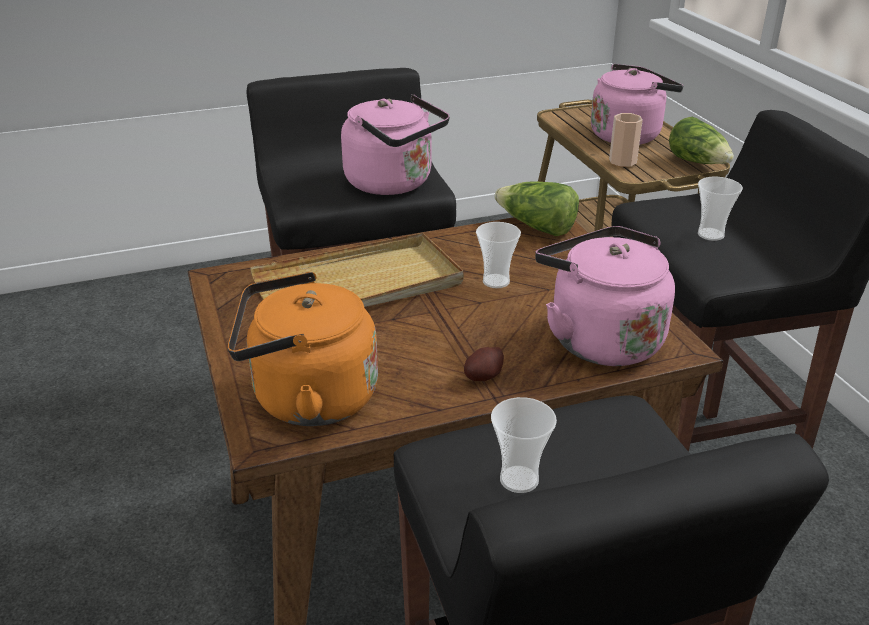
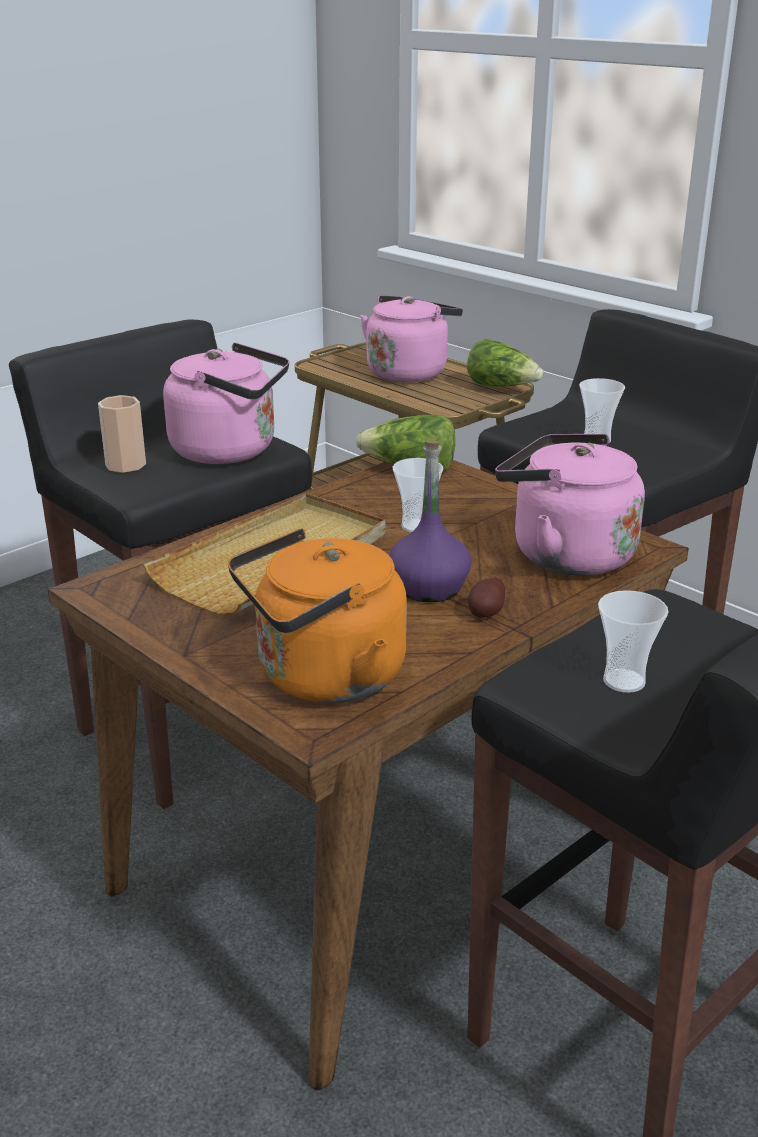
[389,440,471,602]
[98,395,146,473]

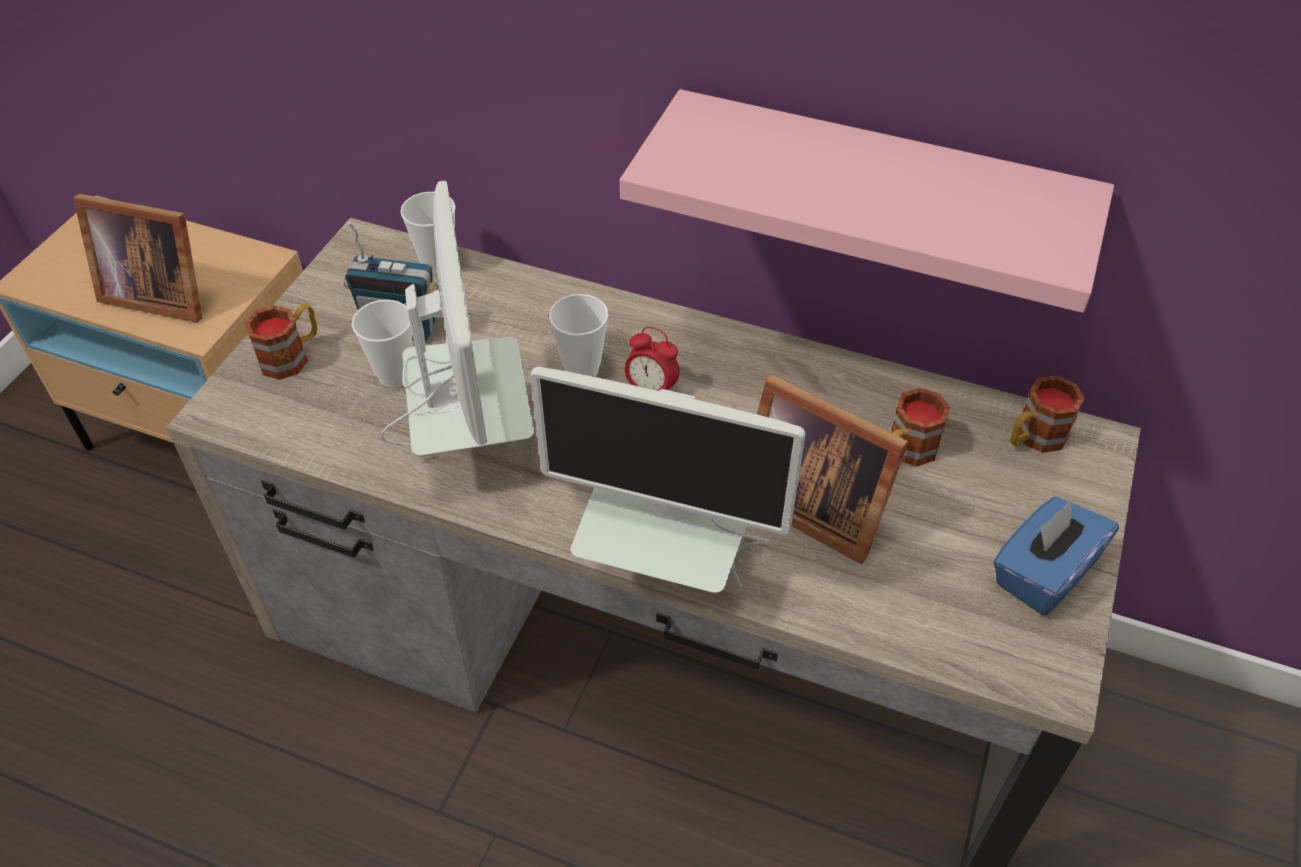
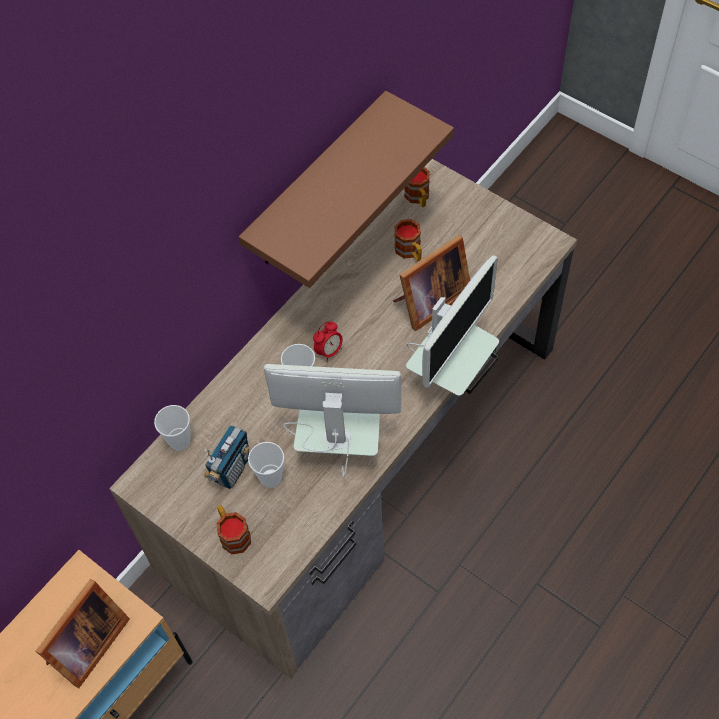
[993,497,1119,615] (first image)
[239,91,454,288]

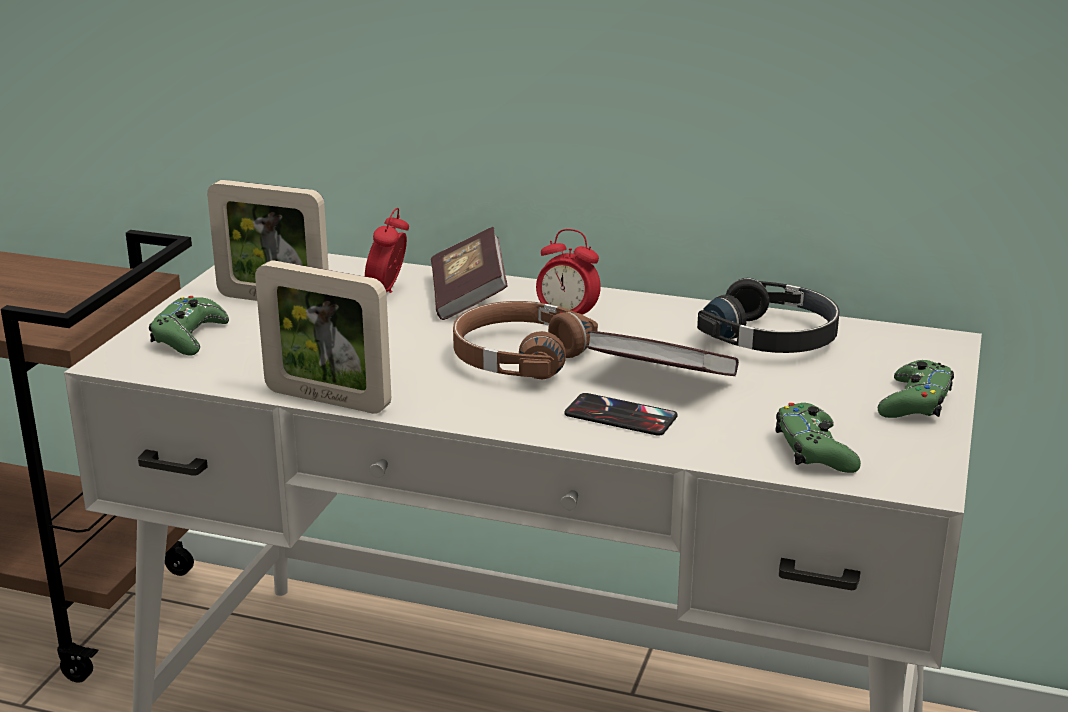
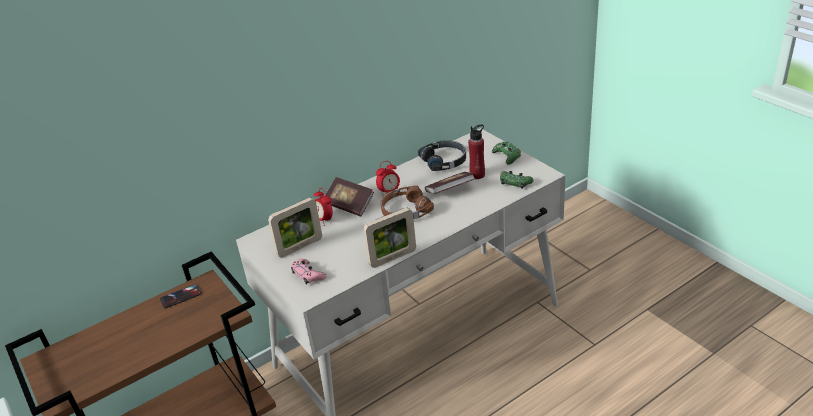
[468,125,485,179]
[160,284,201,308]
[291,259,326,285]

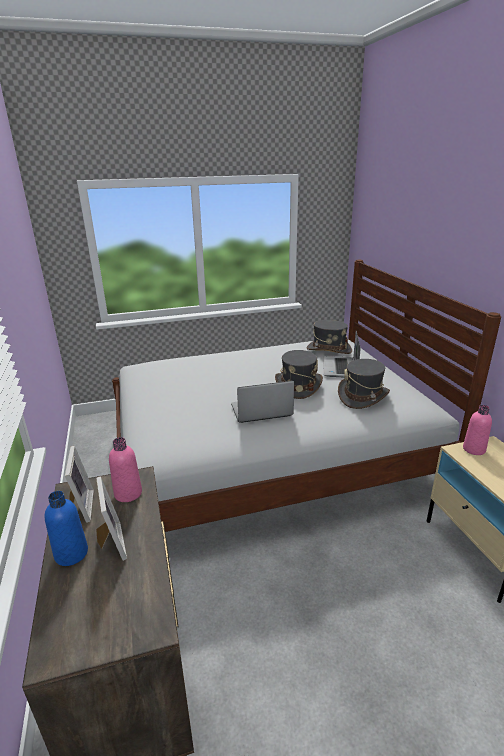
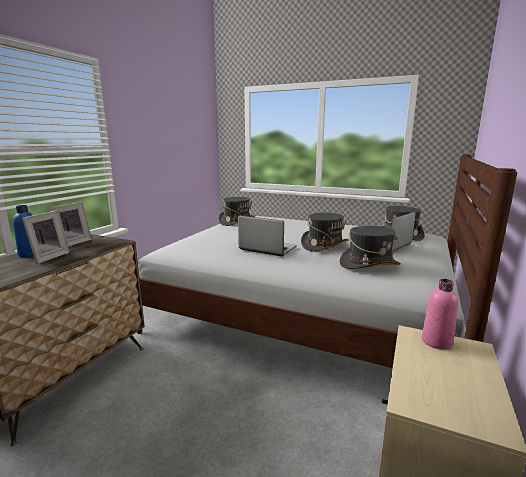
[109,437,142,502] (first image)
[218,197,255,226]

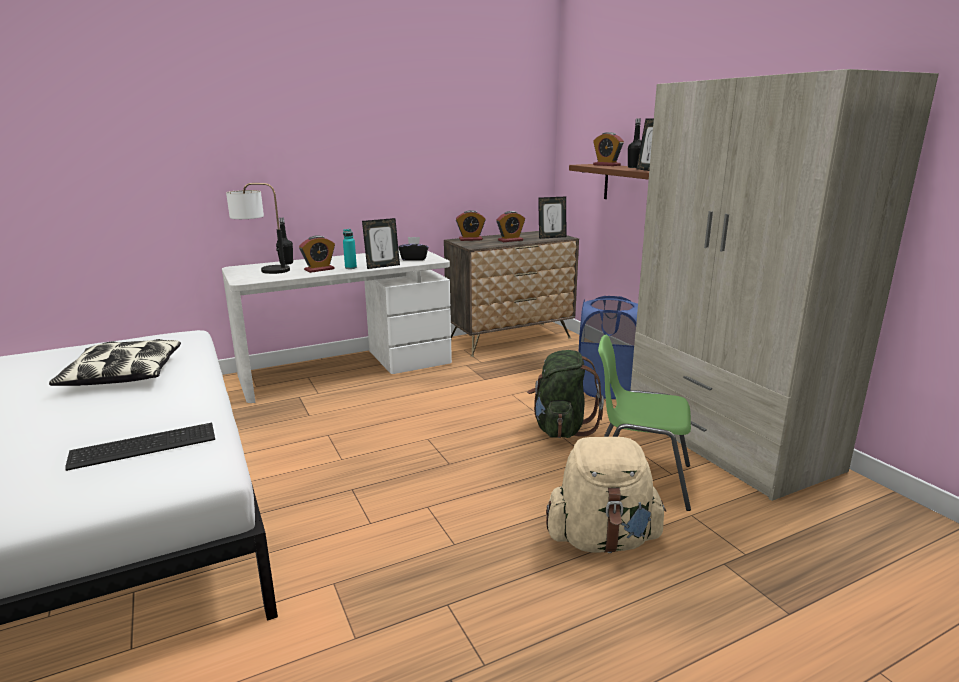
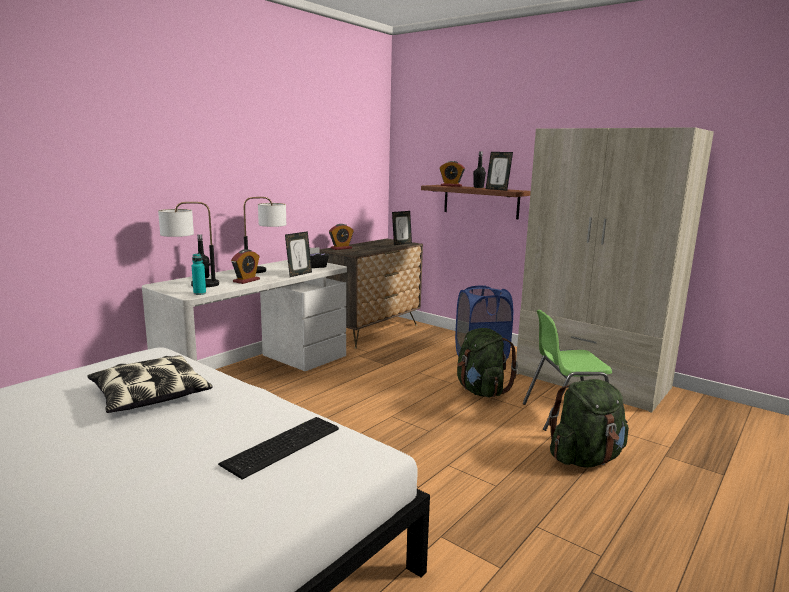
[496,211,525,242] (first image)
[244,197,286,273]
[192,253,206,295]
[549,379,629,468]

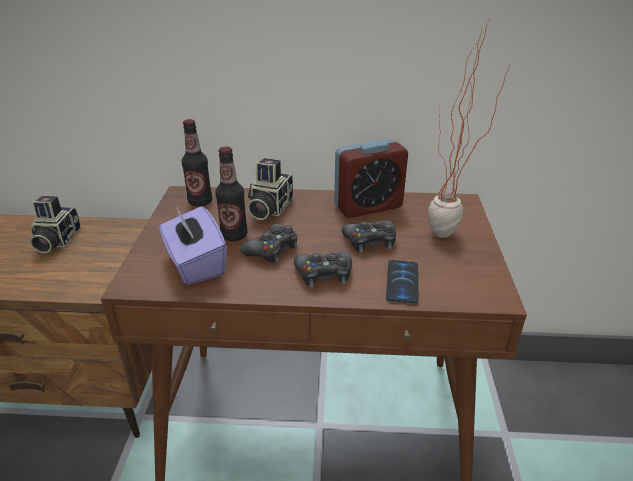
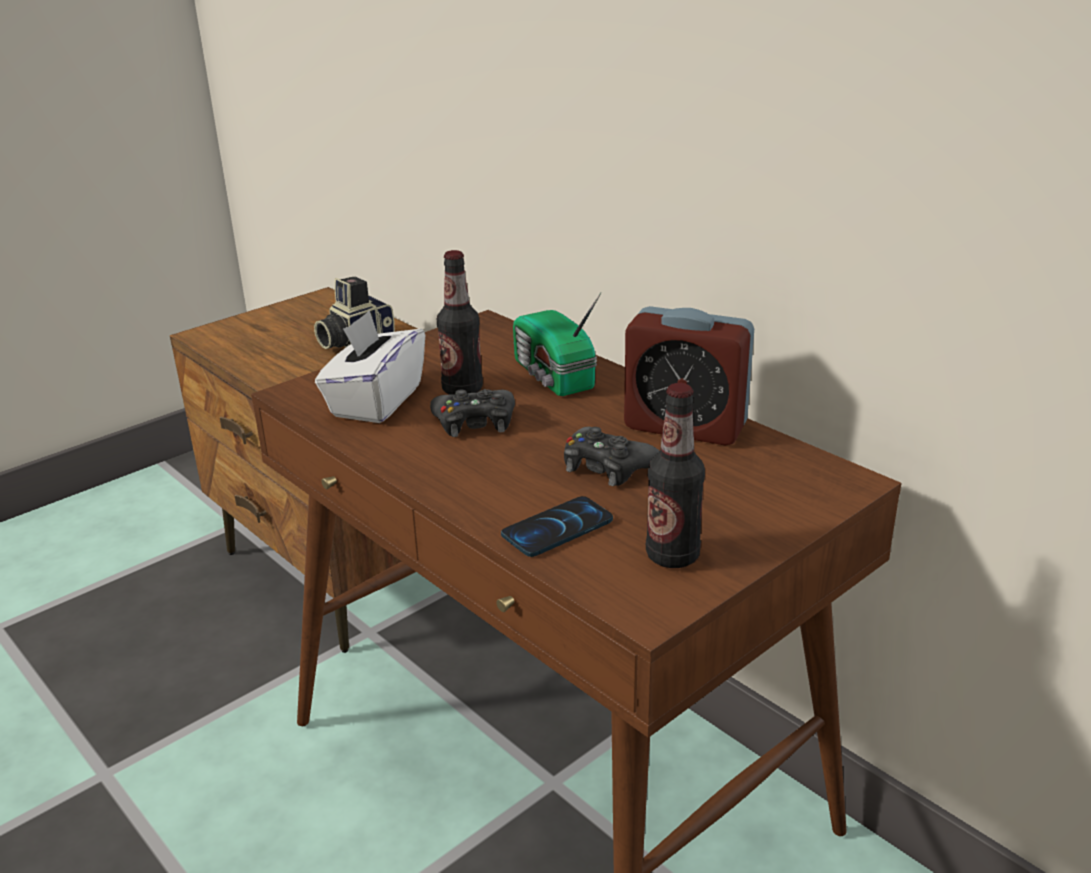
[294,251,352,287] (first image)
[428,18,510,238] (first image)
[646,383,705,568]
[513,293,601,396]
[315,310,425,423]

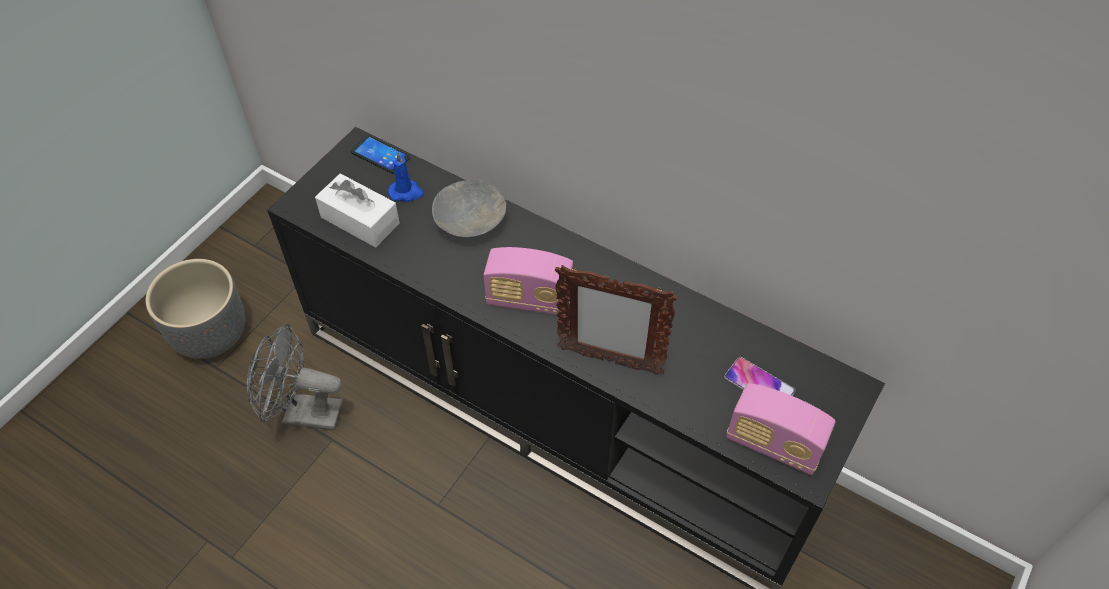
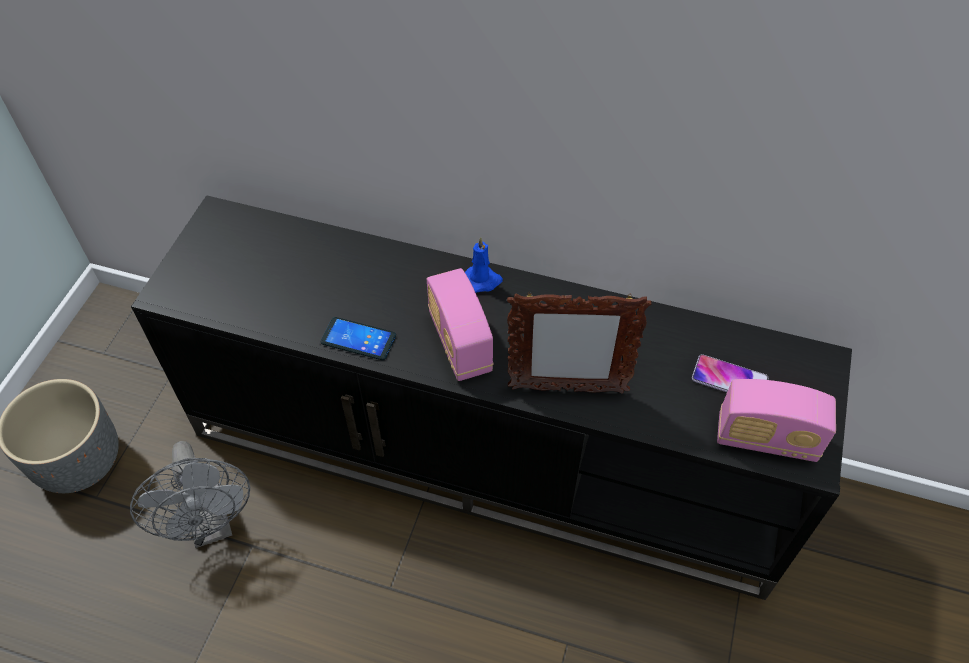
[315,174,400,247] (first image)
[432,180,506,238] (first image)
[321,317,396,360]
[465,237,503,293]
[130,441,250,548]
[427,268,494,381]

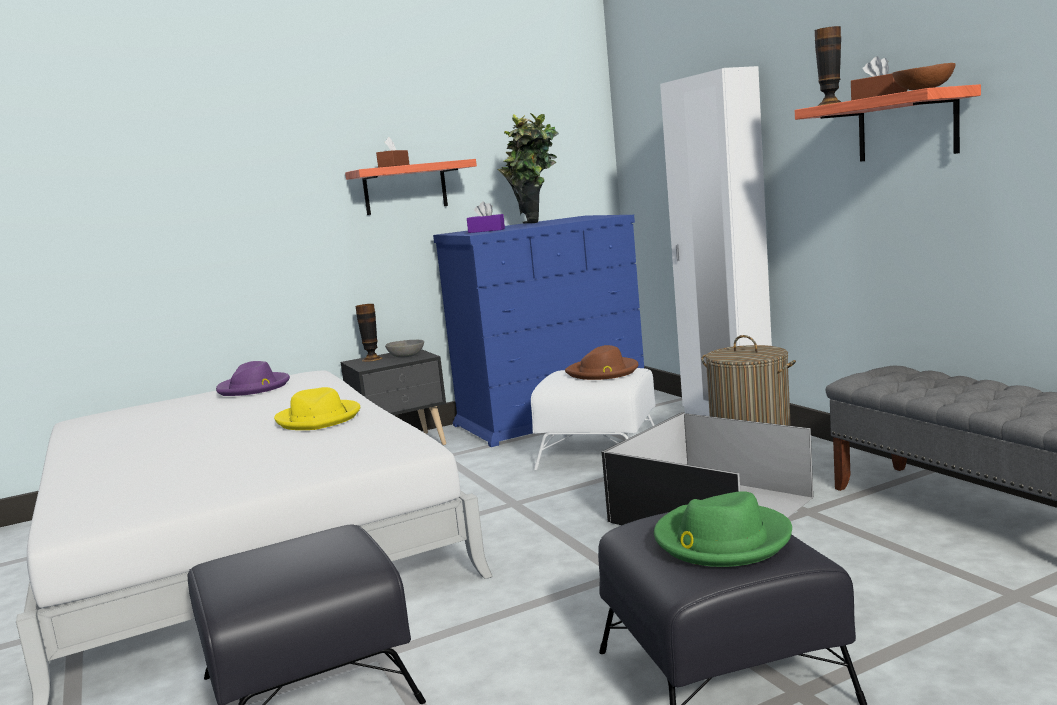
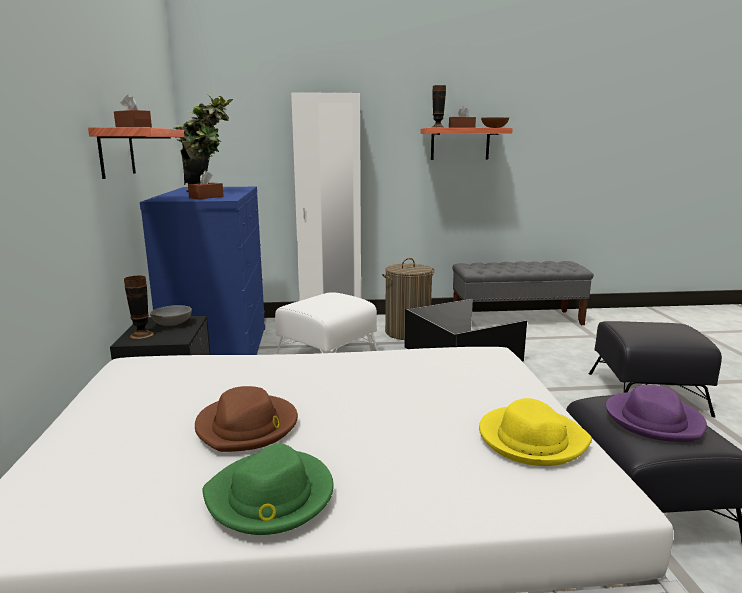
[606,385,707,442]
[479,398,592,466]
[195,386,298,452]
[202,444,334,535]
[188,171,224,199]

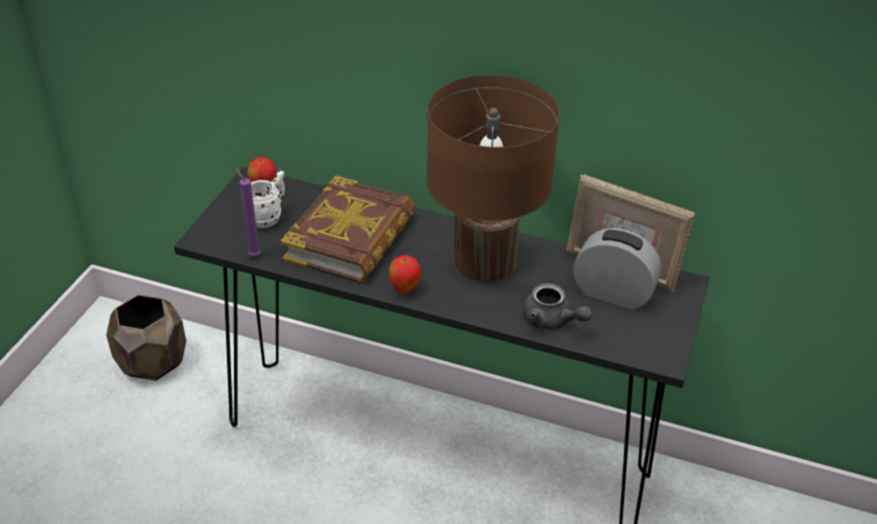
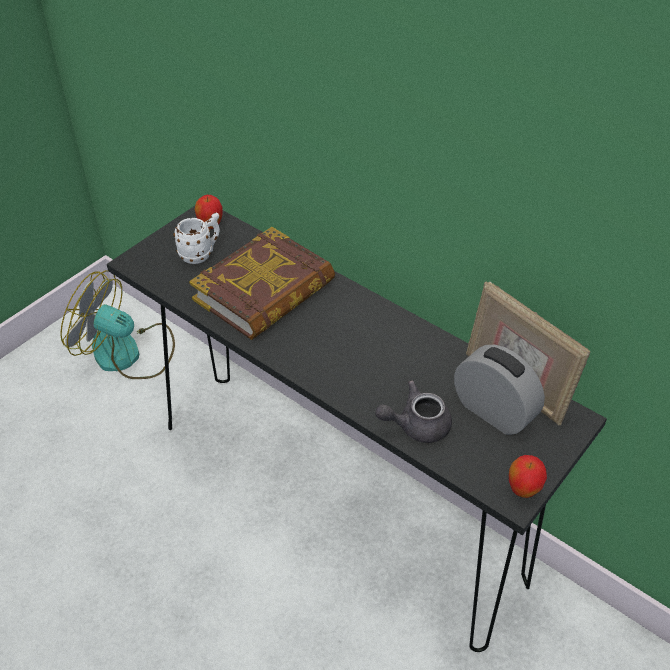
[235,168,261,256] (first image)
[427,75,560,283] (first image)
[509,455,547,498]
[60,270,175,379]
[375,380,452,443]

